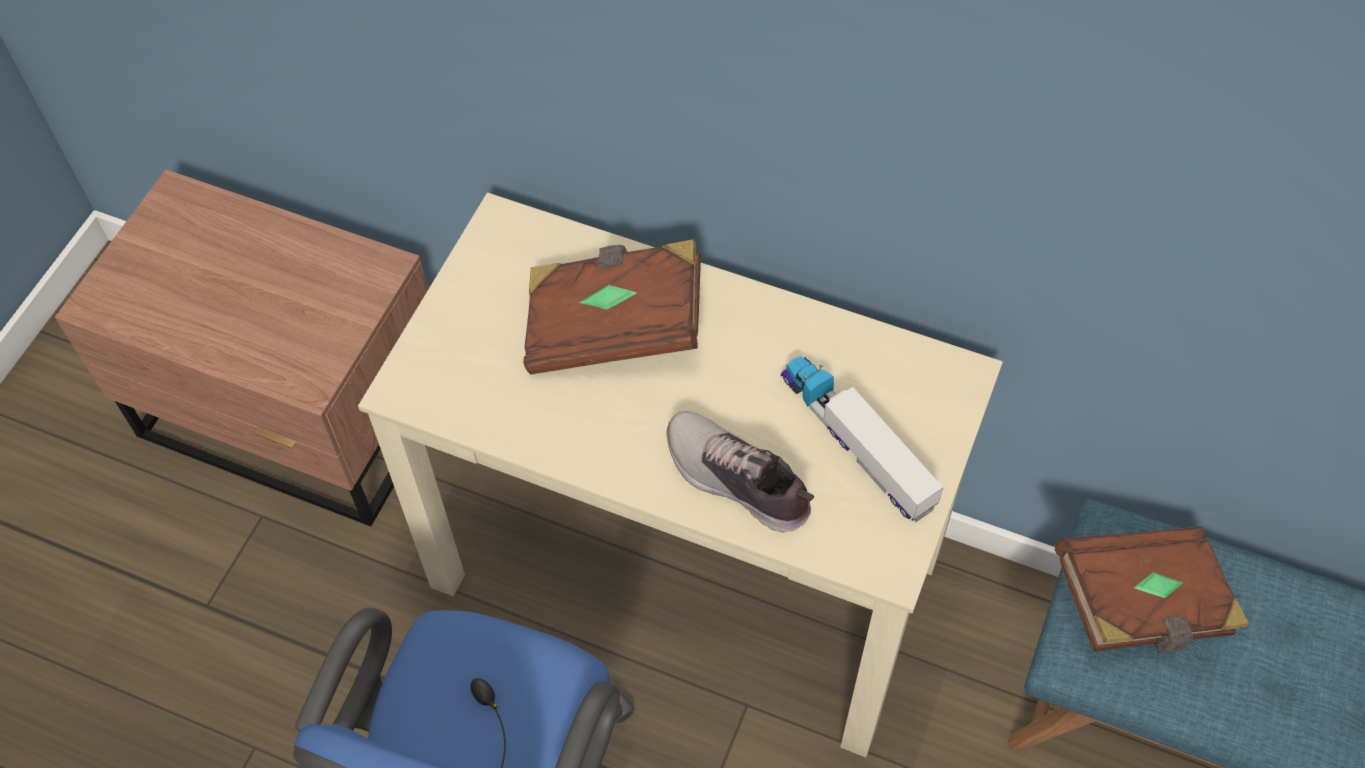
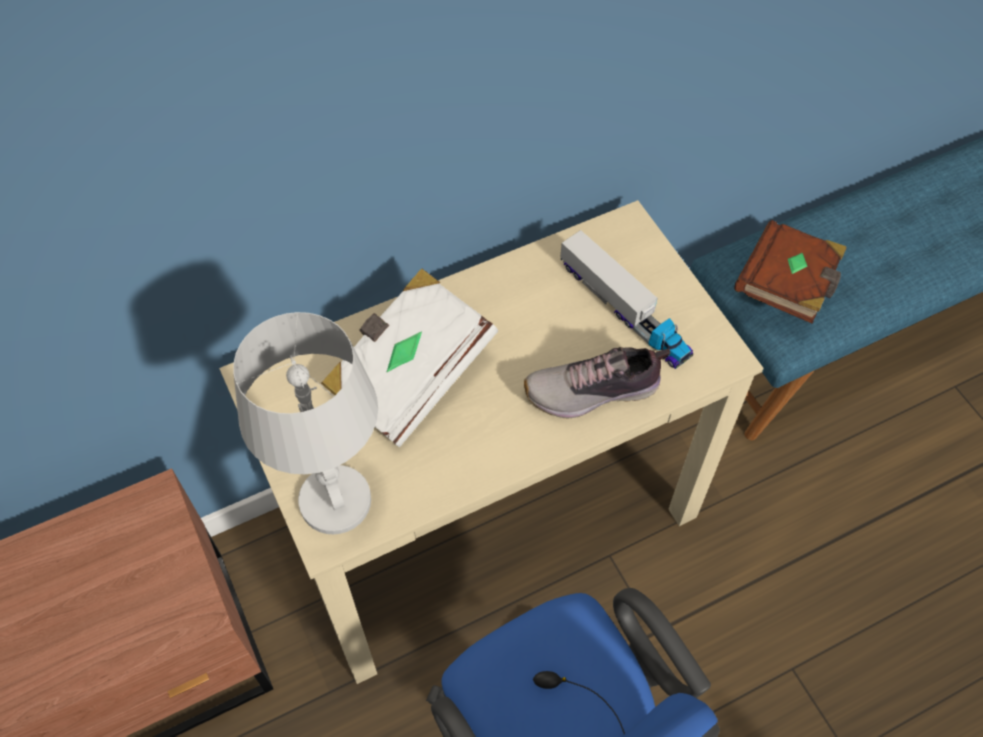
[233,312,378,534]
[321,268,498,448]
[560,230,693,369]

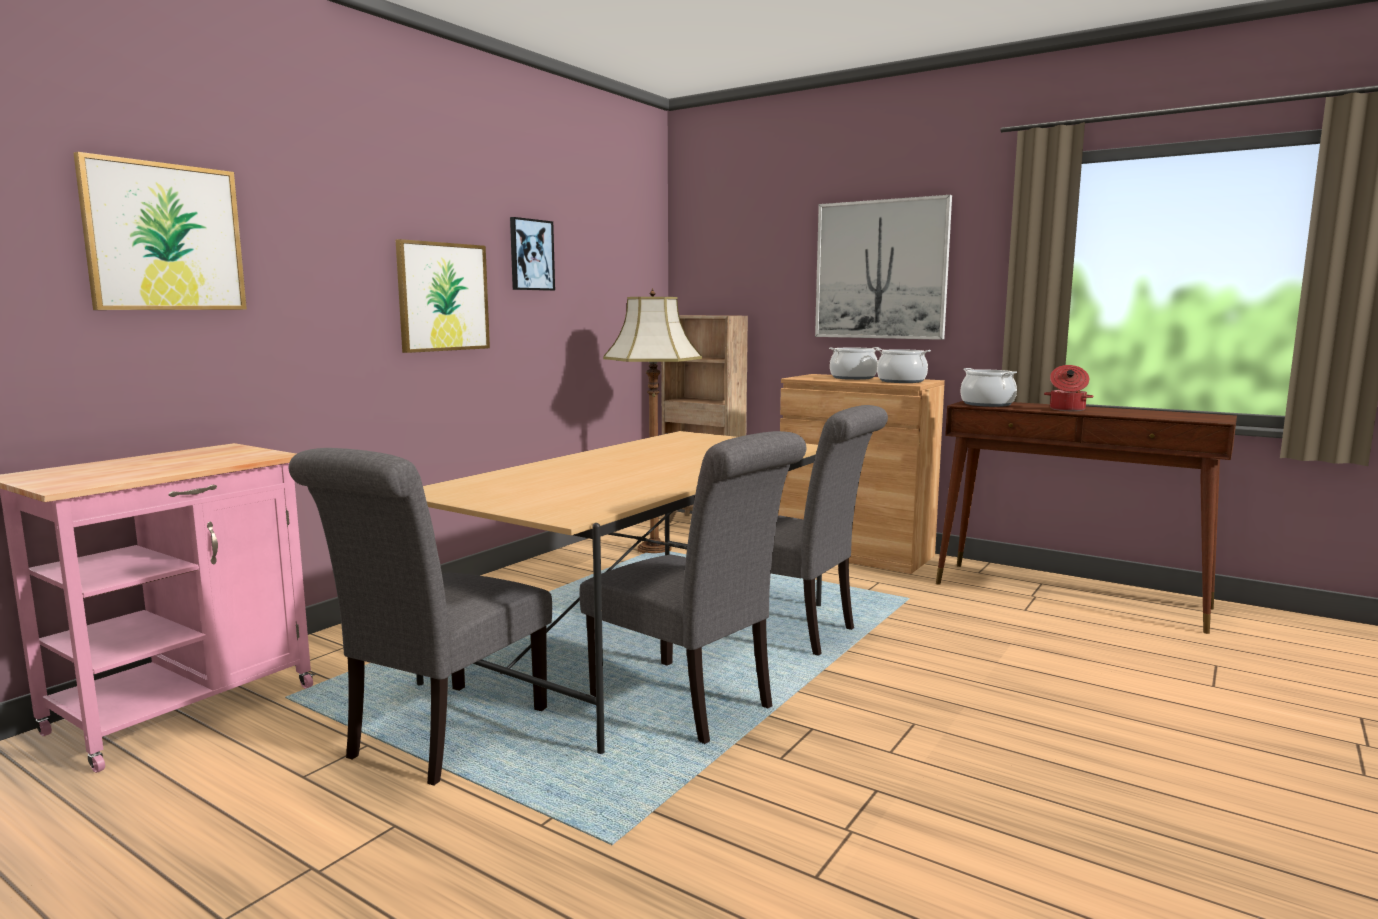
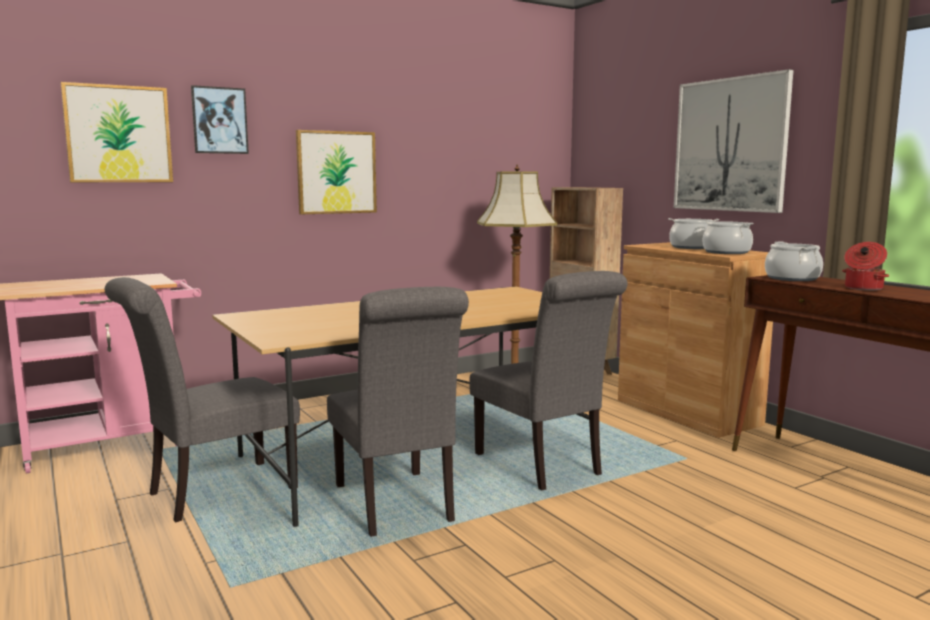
[191,85,249,154]

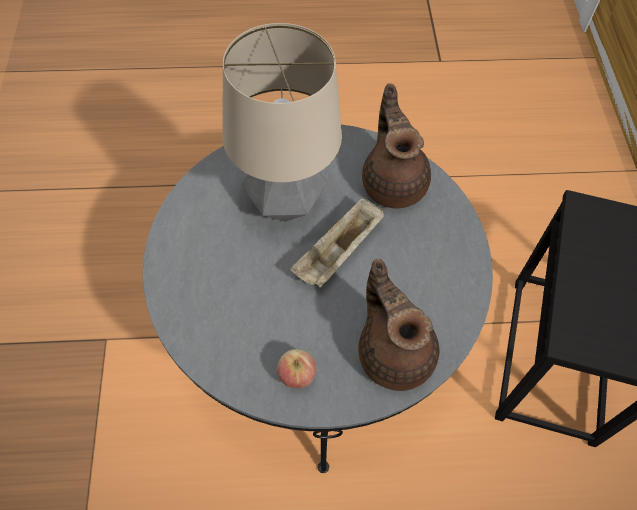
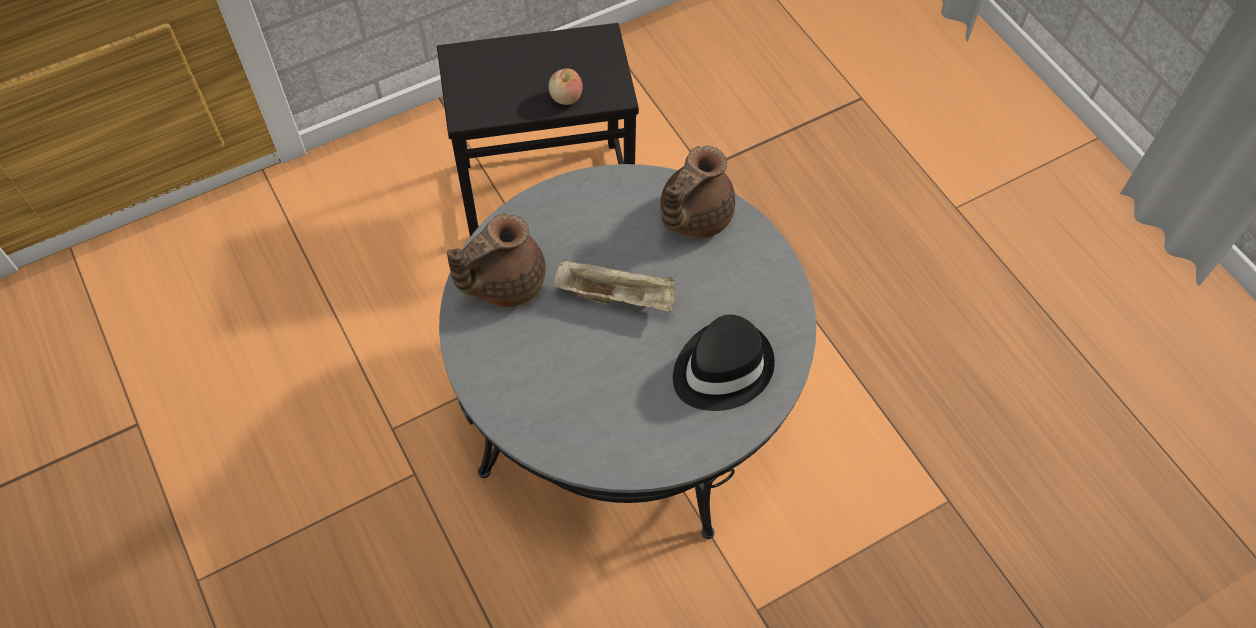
[222,23,342,222] (first image)
[673,315,775,411]
[549,68,583,105]

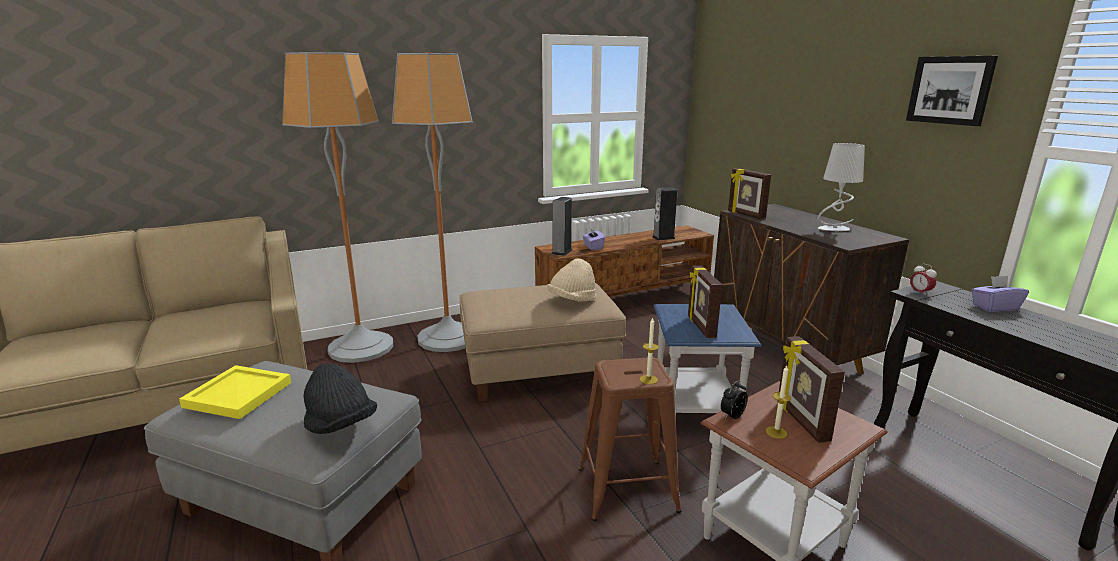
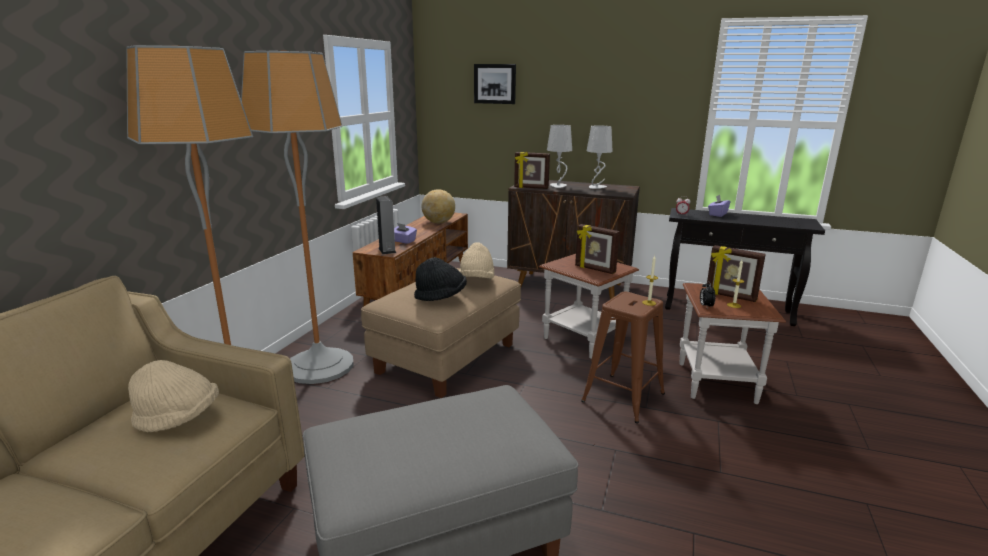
[179,365,291,419] (first image)
[128,360,219,432]
[547,125,572,188]
[414,257,467,301]
[474,64,516,104]
[422,189,455,223]
[539,254,639,359]

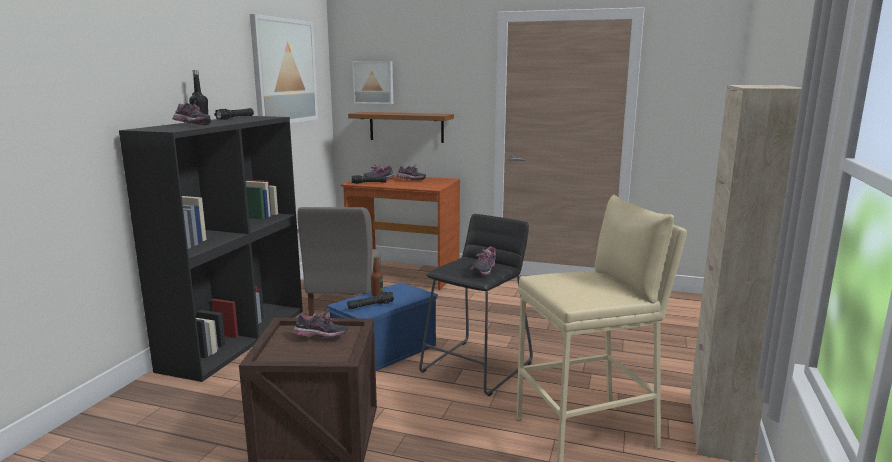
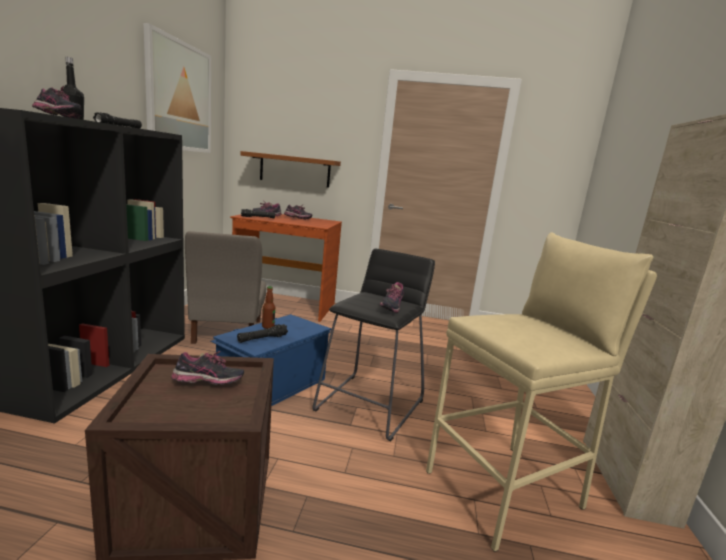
[352,61,393,104] (first image)

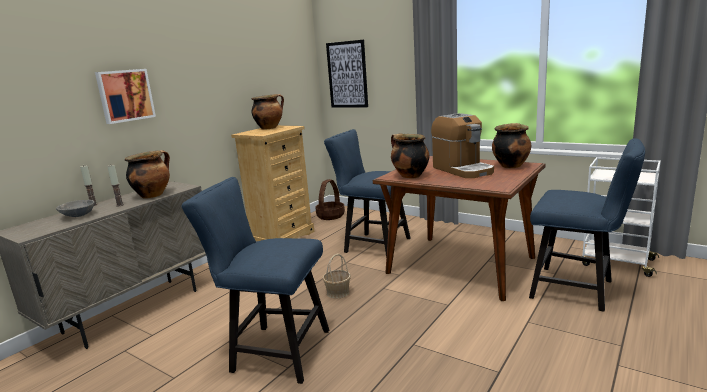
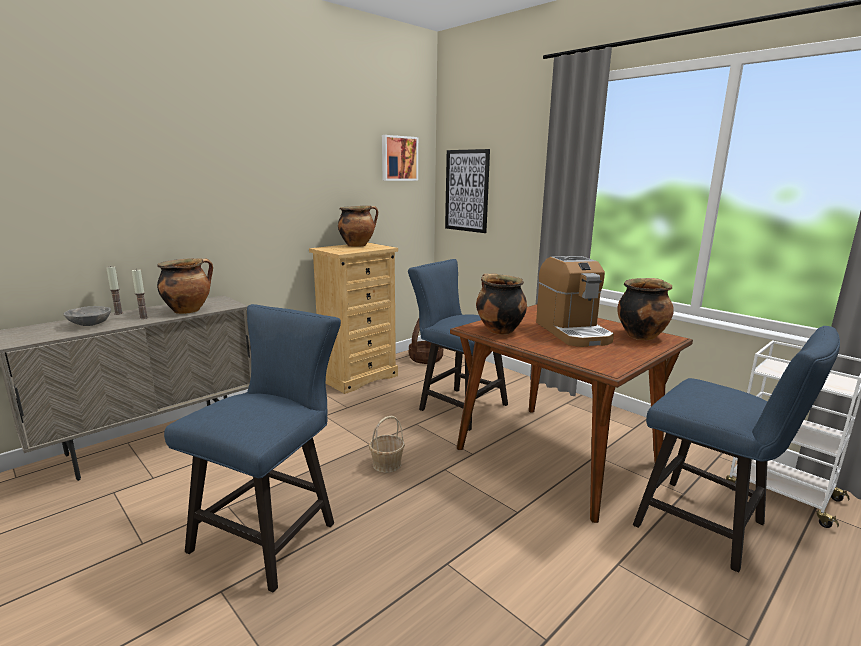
[382,135,418,181]
[164,304,341,593]

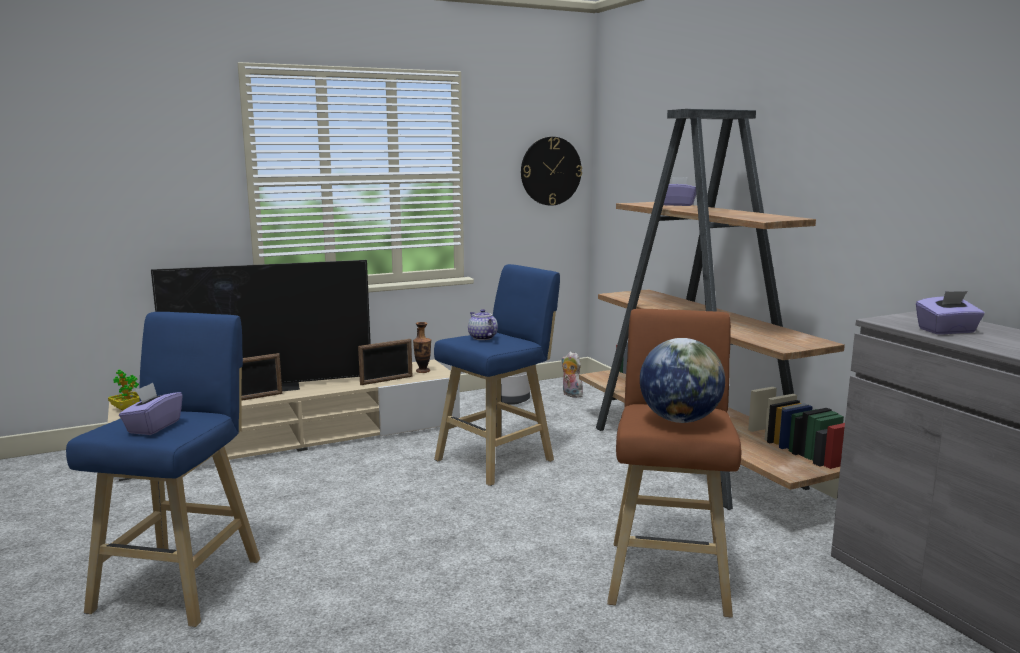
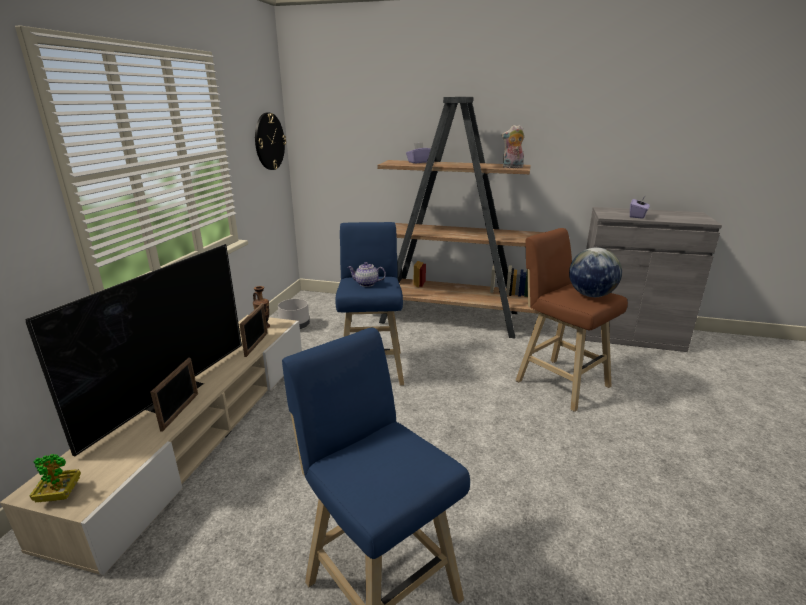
[119,383,183,435] (first image)
[502,125,525,168]

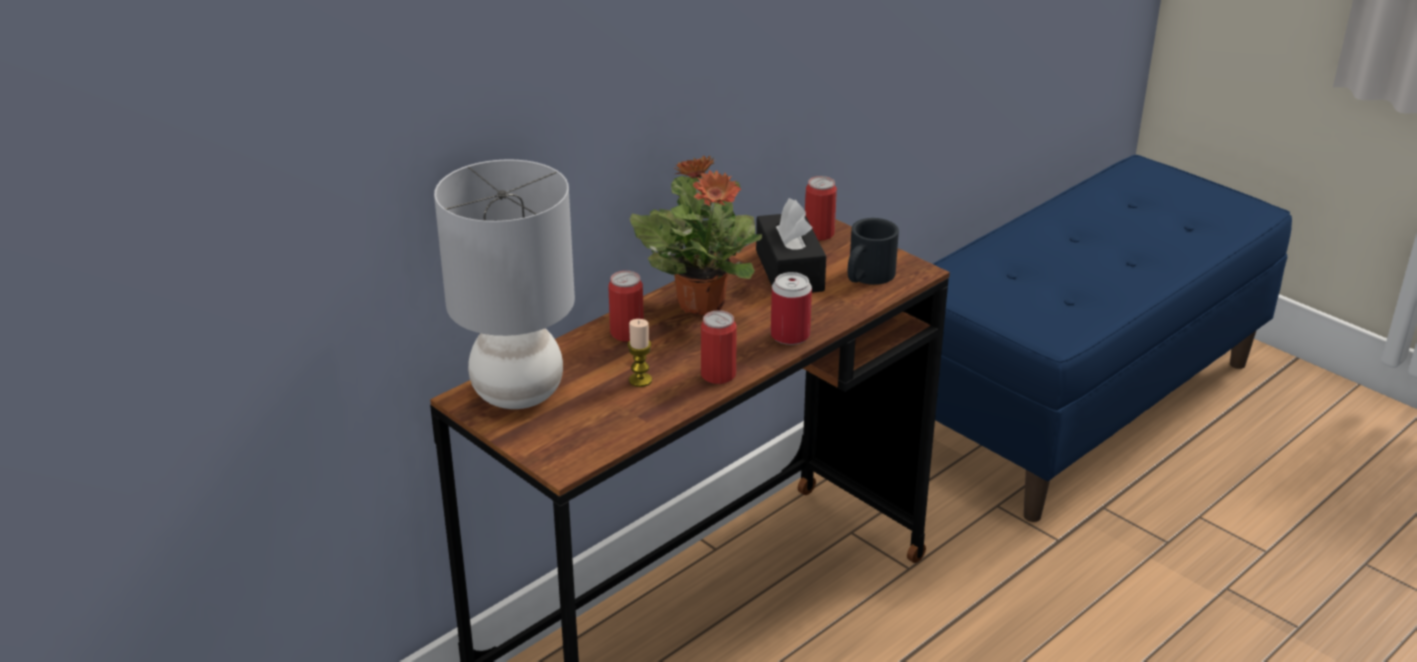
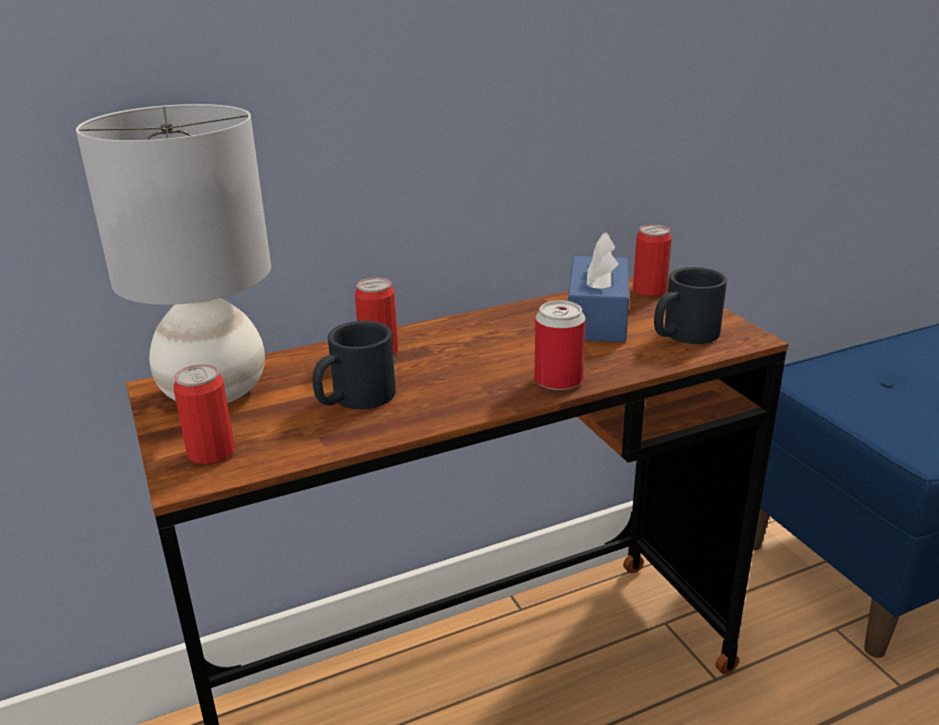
[630,155,762,315] (first image)
[174,364,235,464]
[313,321,396,409]
[568,232,629,342]

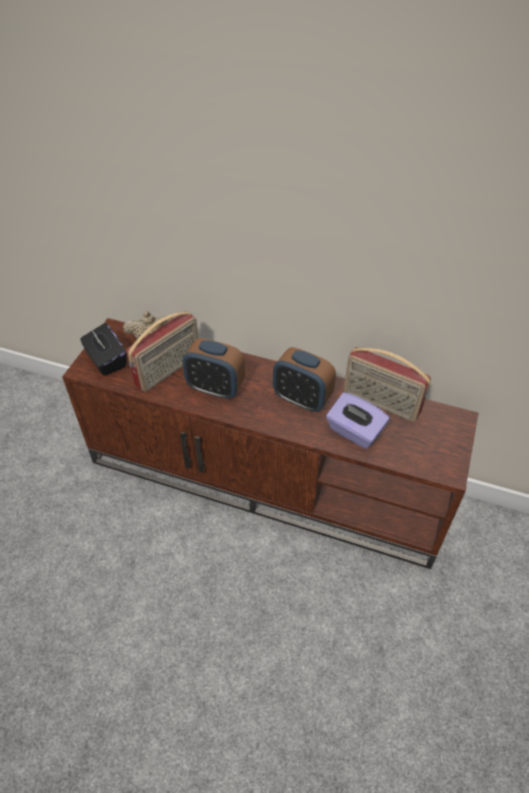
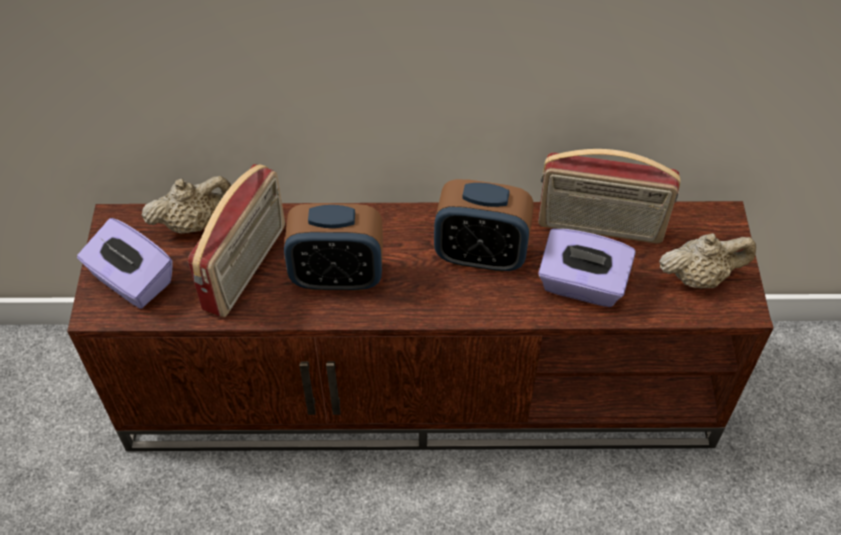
[659,233,756,288]
[77,218,172,309]

